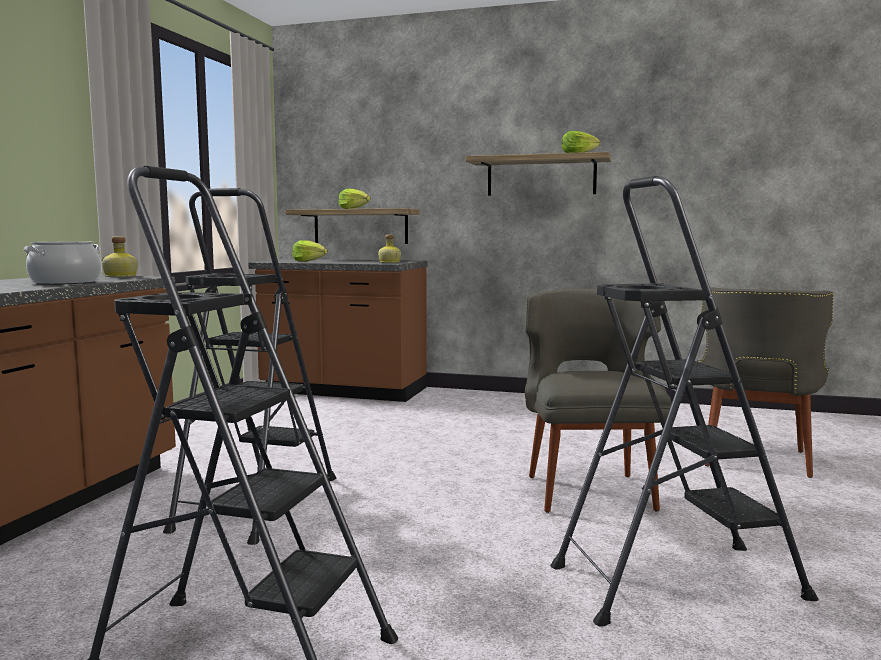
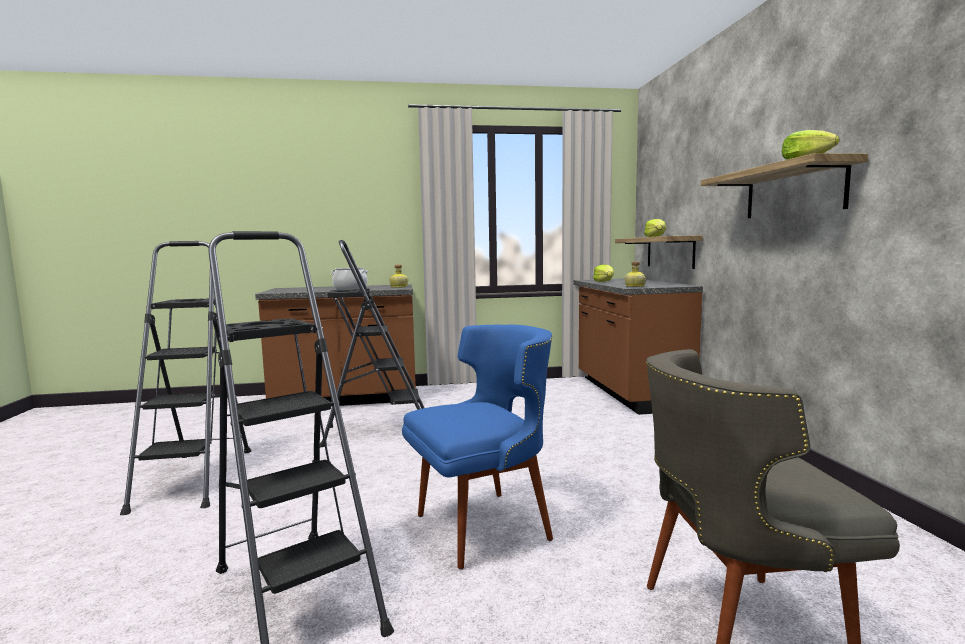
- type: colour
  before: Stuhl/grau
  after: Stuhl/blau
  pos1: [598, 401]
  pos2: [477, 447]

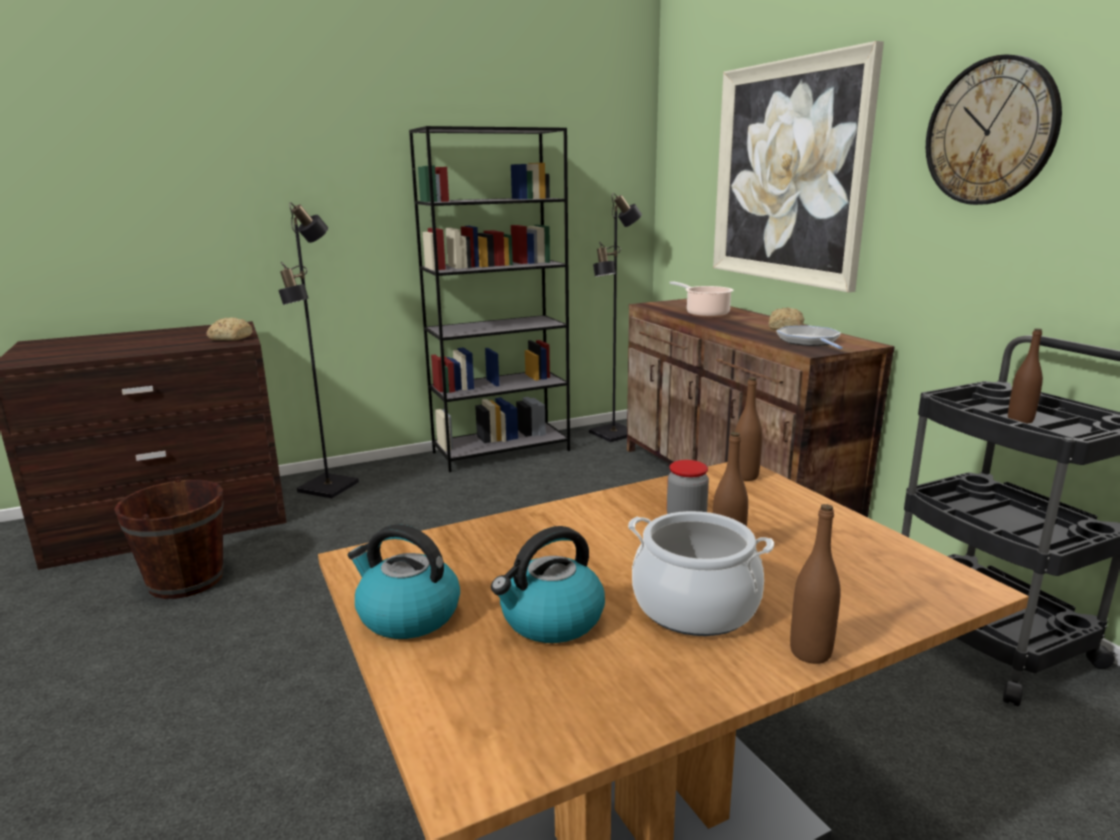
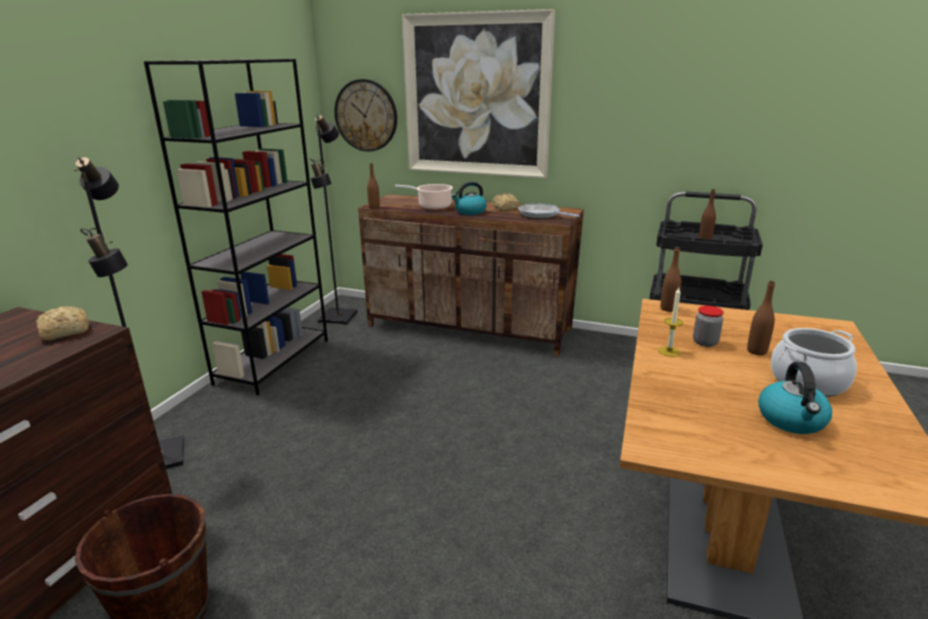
- type: relocated
  before: Wanduhr
  pos1: [994, 129]
  pos2: [365, 115]
- type: relocated
  before: Flasche/braun
  pos1: [815, 584]
  pos2: [373, 186]
- type: relocated
  before: Wasserkessel
  pos1: [404, 581]
  pos2: [469, 198]
- type: appeared
  after: Kerze
  pos2: [671, 322]

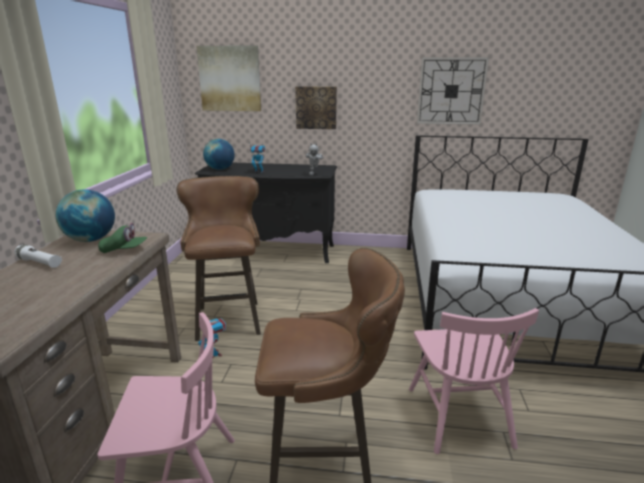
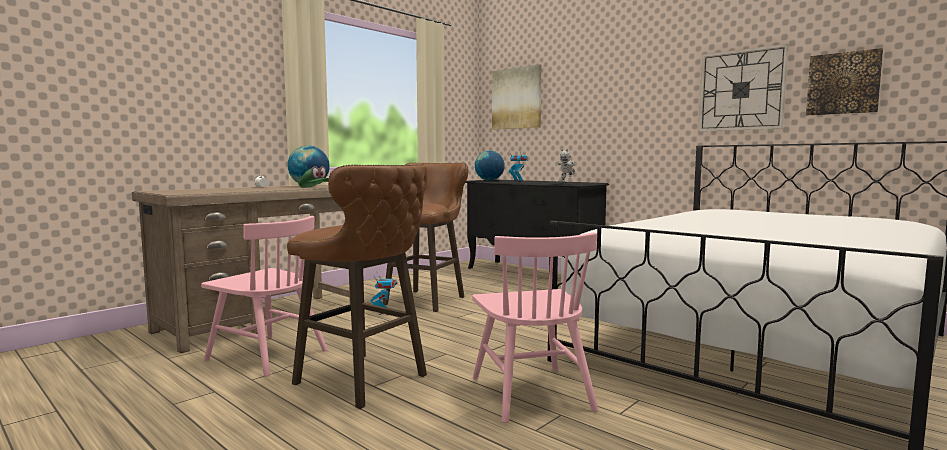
- type: spun
  before: Stuhl/rosa
  pos1: [474, 381]
  pos2: [535, 327]
  turn: -45
- type: relocated
  before: Bild
  pos1: [316, 107]
  pos2: [844, 81]

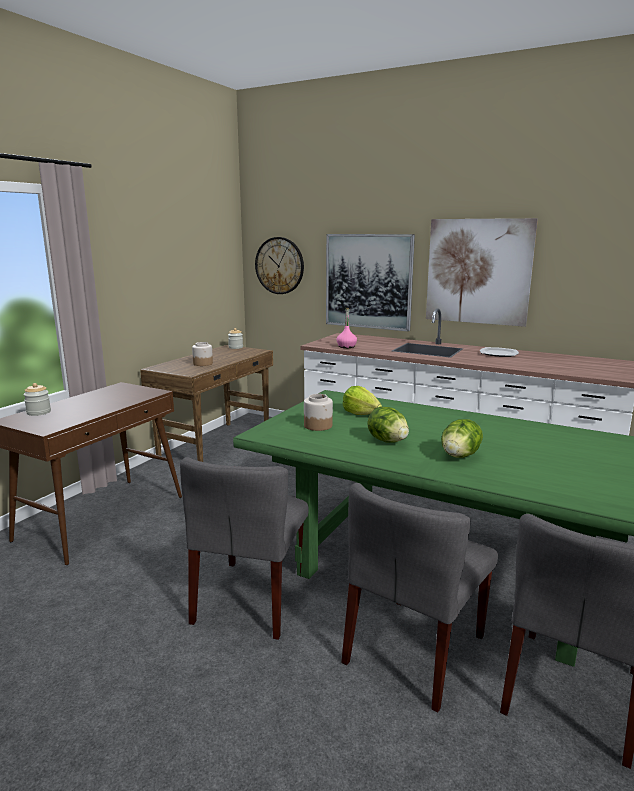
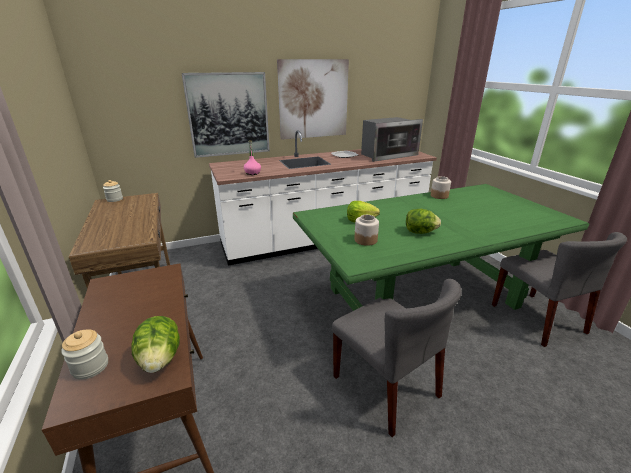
- type: relocated
  before: Salatkopf
  pos1: [462, 438]
  pos2: [156, 344]
- type: appeared
  after: Mikrowelle
  pos2: [392, 139]
- type: relocated
  before: Vorratsglas
  pos1: [202, 354]
  pos2: [441, 187]
- type: missing
  before: Wanduhr
  pos1: [279, 265]
- type: missing
  before: Stuhl/grau
  pos1: [419, 598]

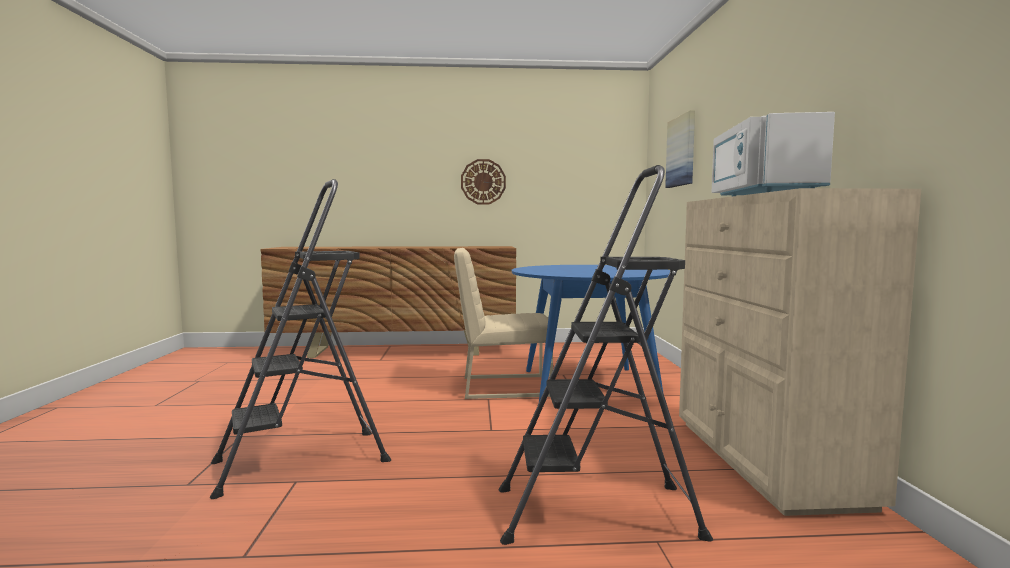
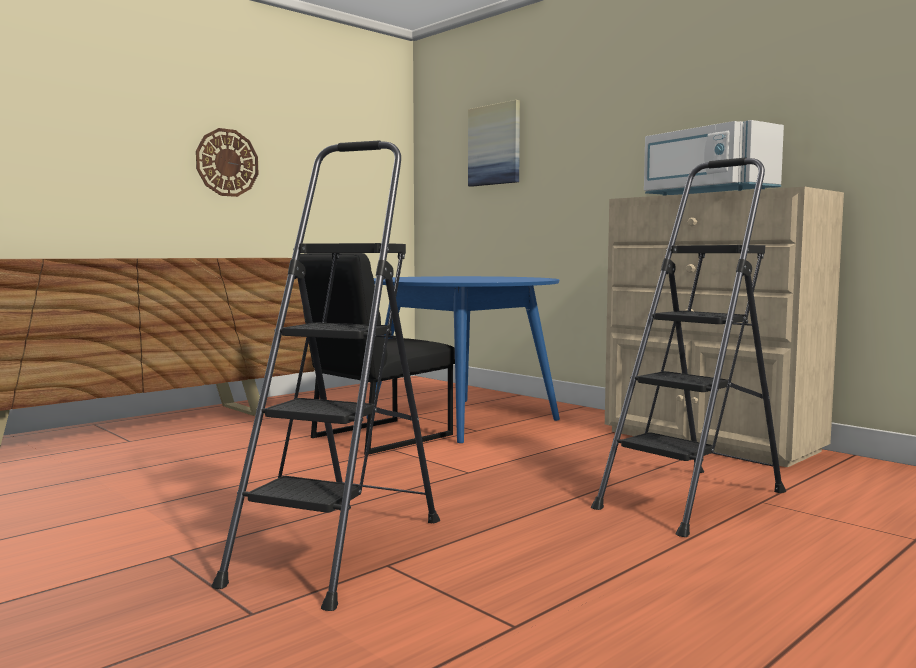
- type: colour
  before: Stuhl/beige
  after: Stuhl/schwarz
  pos1: [503, 323]
  pos2: [377, 354]

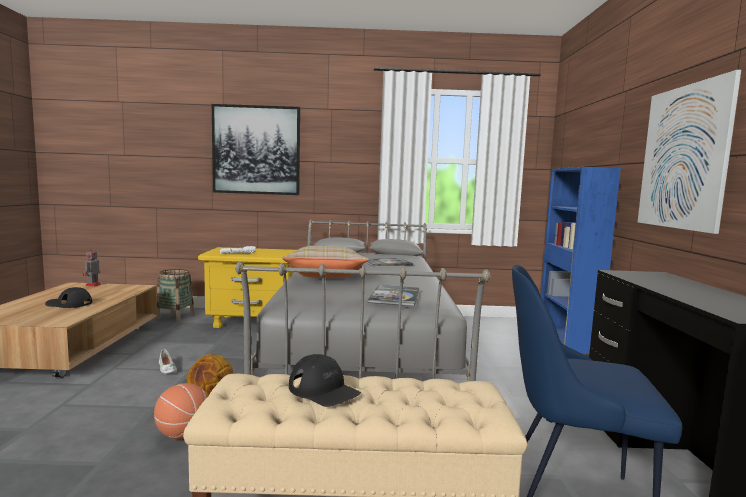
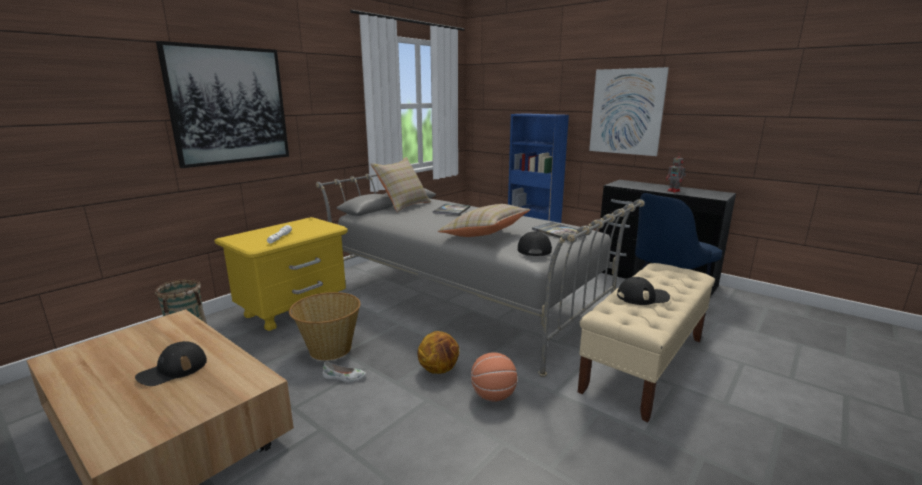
- type: appeared
  after: Korb
  pos2: [325, 326]
- type: appeared
  after: Kissen/beige
  pos2: [400, 184]
- type: appeared
  after: Kappe/schwarz
  pos2: [535, 244]
- type: relocated
  before: Spielzeugroboter
  pos1: [92, 267]
  pos2: [676, 175]

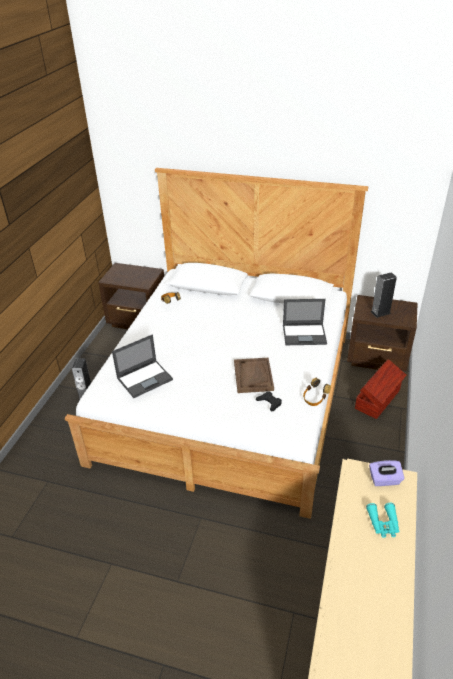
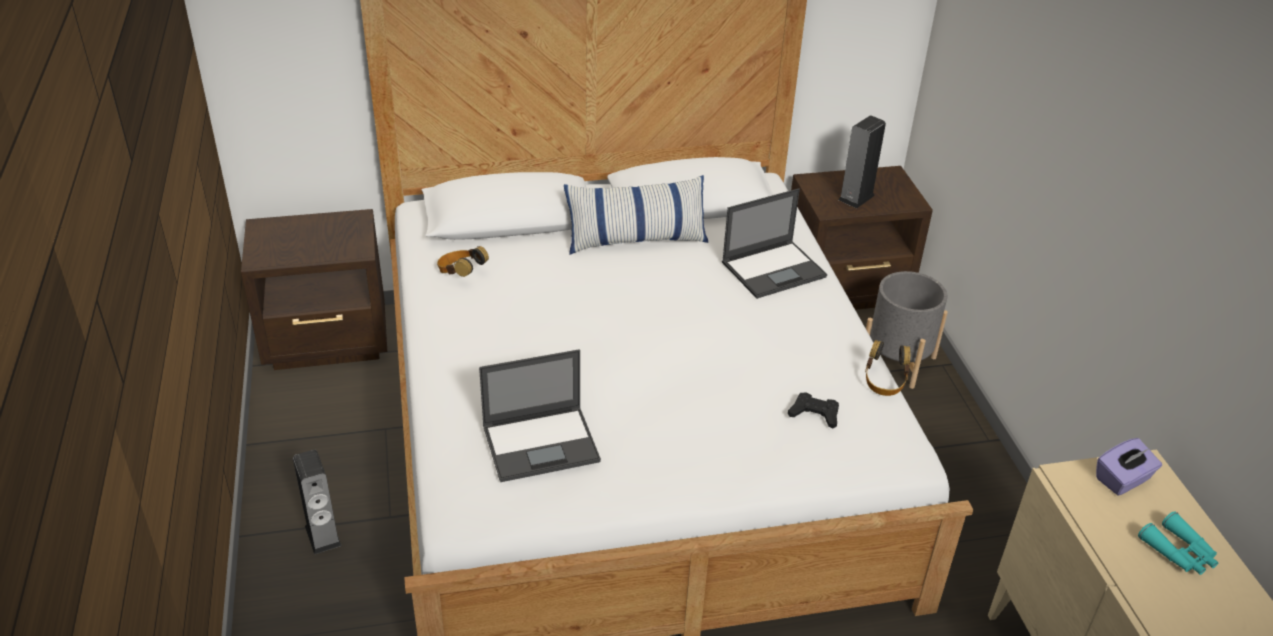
- type: spun
  before: Laptop
  pos1: [142, 366]
  pos2: [540, 415]
  turn: 45
- type: appeared
  after: Kissen
  pos2: [636, 214]
- type: exchanged
  before: Aufbewahrungsbox/braun
  after: Pflanzkübel/grau
  pos1: [380, 389]
  pos2: [907, 330]
- type: missing
  before: Tablett/braun
  pos1: [254, 375]

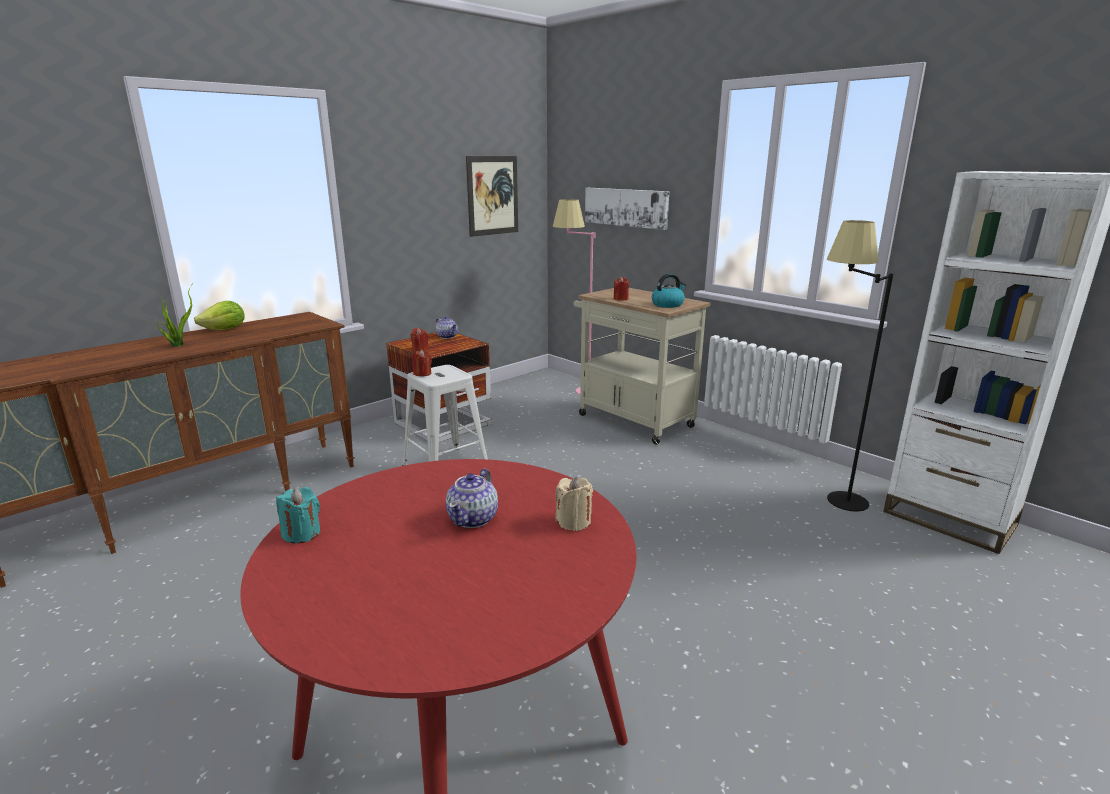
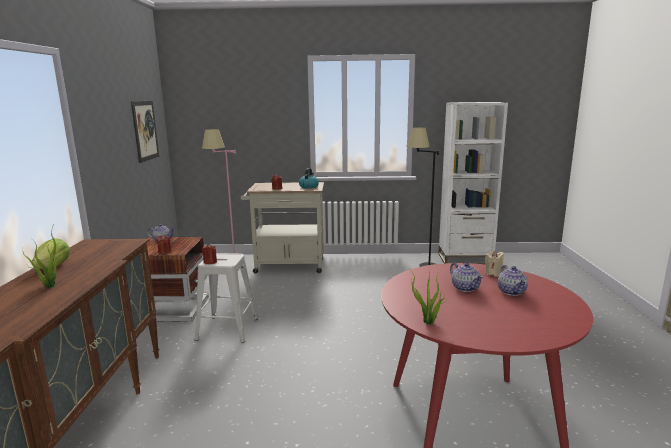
- type: exchanged
  before: Kerze/türkis
  after: Topfpflanze
  pos1: [298, 515]
  pos2: [428, 298]
- type: appeared
  after: Teekanne
  pos2: [513, 280]
- type: missing
  before: Bild
  pos1: [627, 209]

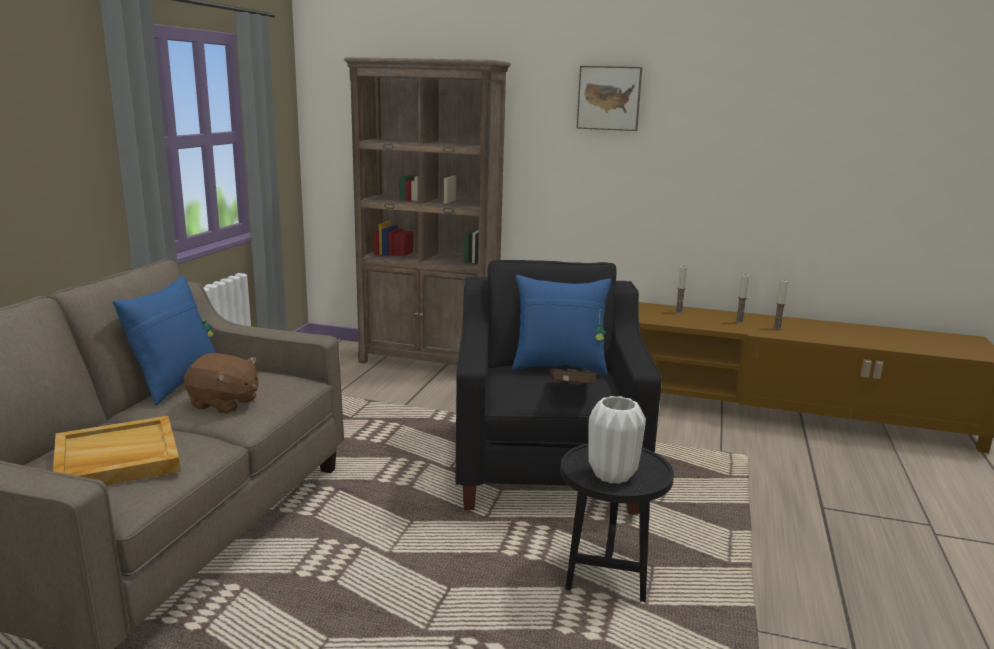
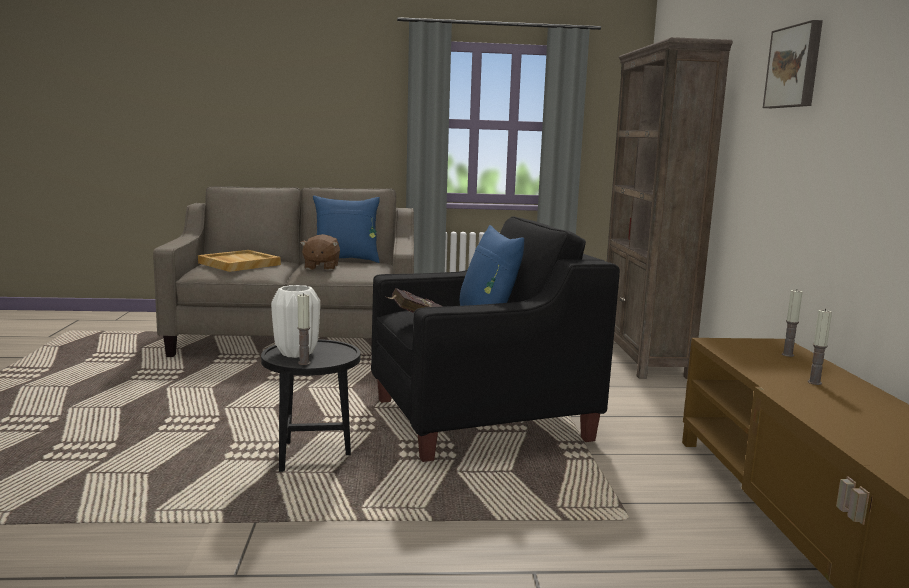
- type: relocated
  before: Kerze
  pos1: [781, 304]
  pos2: [304, 329]

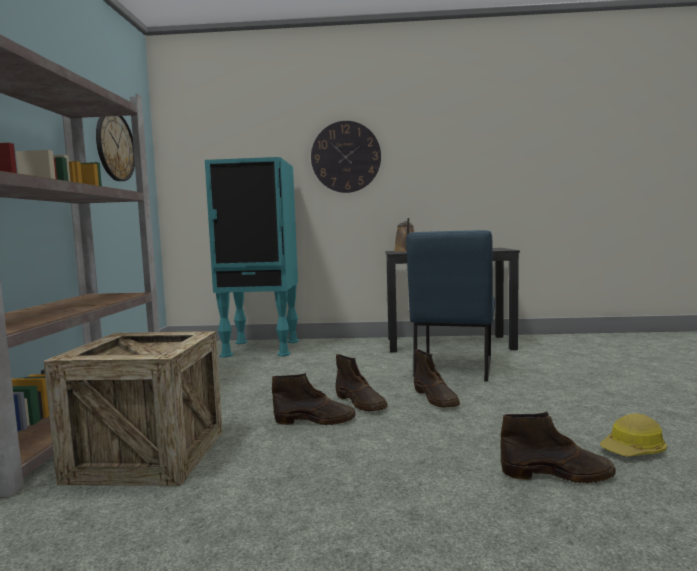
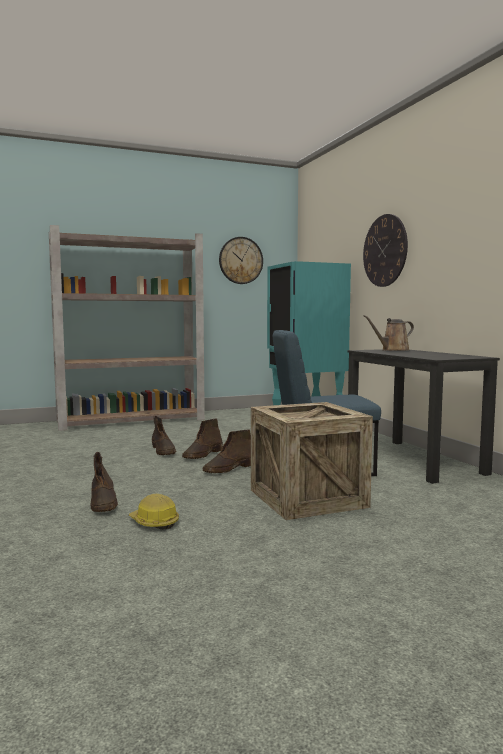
- type: relocated
  before: Kiste
  pos1: [133, 408]
  pos2: [312, 461]

